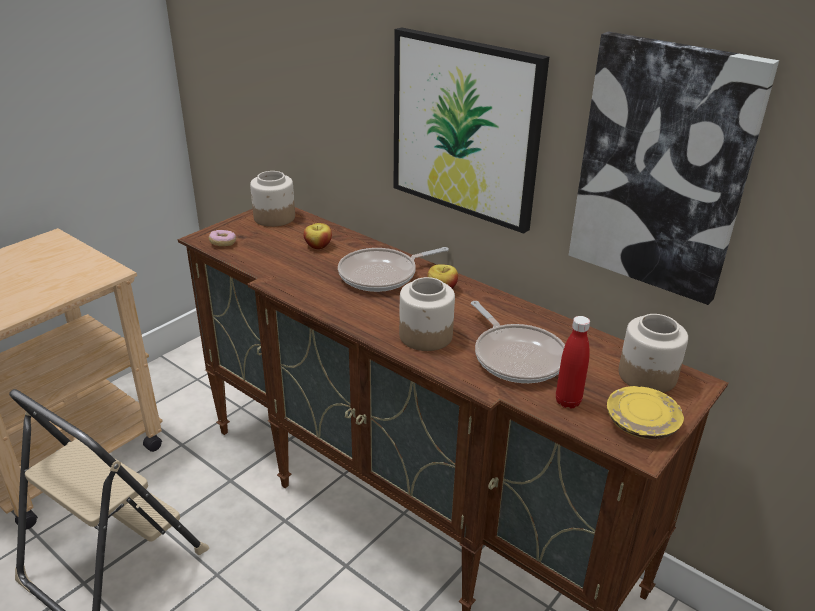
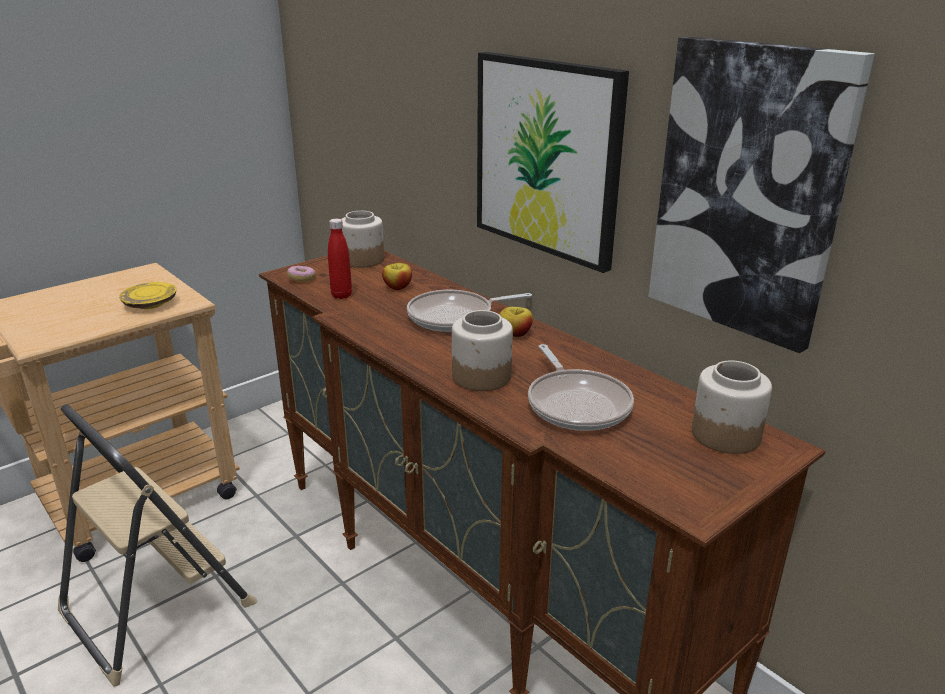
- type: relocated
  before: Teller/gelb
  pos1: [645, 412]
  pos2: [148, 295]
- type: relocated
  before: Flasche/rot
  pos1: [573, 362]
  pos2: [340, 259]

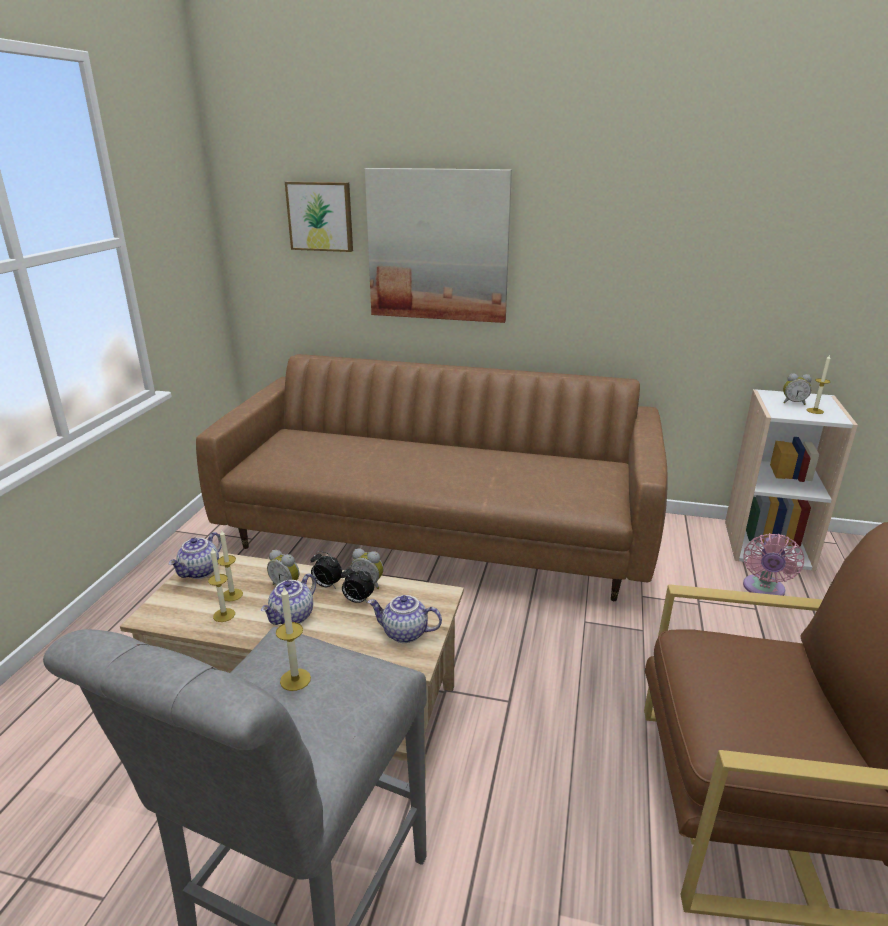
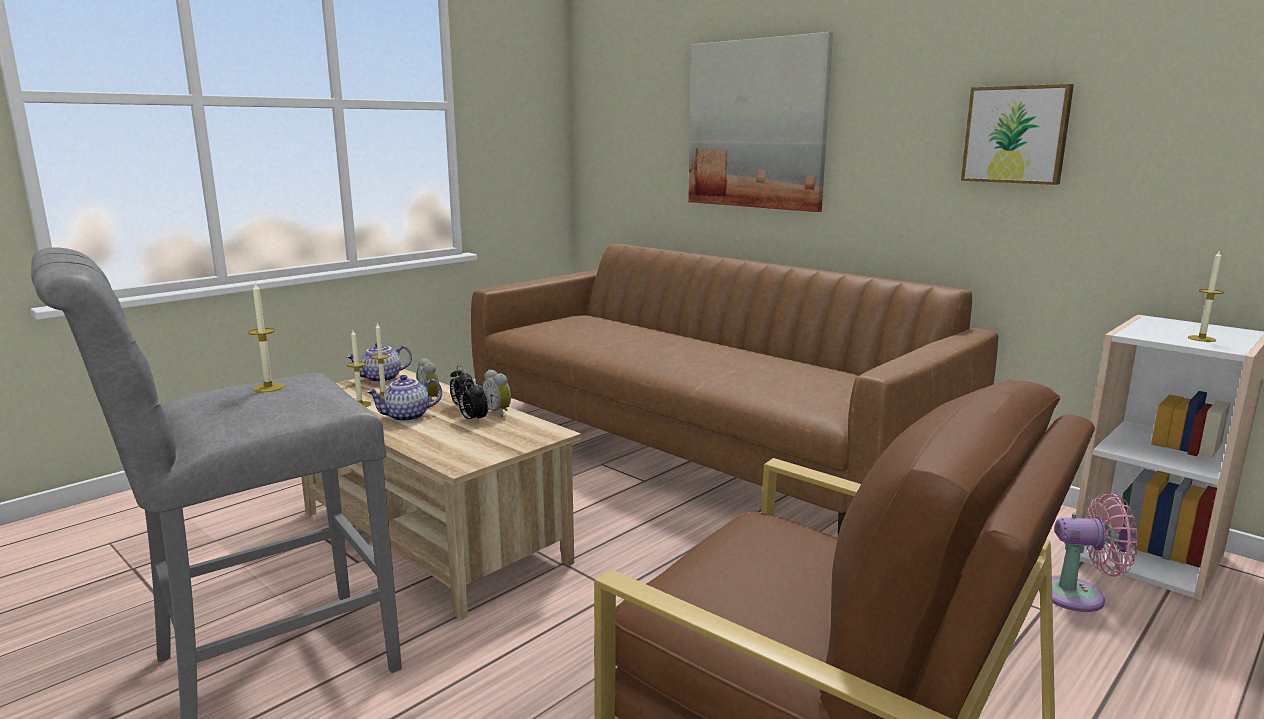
- type: relocated
  before: Bild
  pos1: [319, 216]
  pos2: [1017, 134]
- type: spun
  before: Ventilator/rosa
  pos1: [773, 564]
  pos2: [1088, 552]
  turn: -135
- type: missing
  before: Teekanne
  pos1: [405, 619]
- type: missing
  before: Wecker
  pos1: [797, 389]

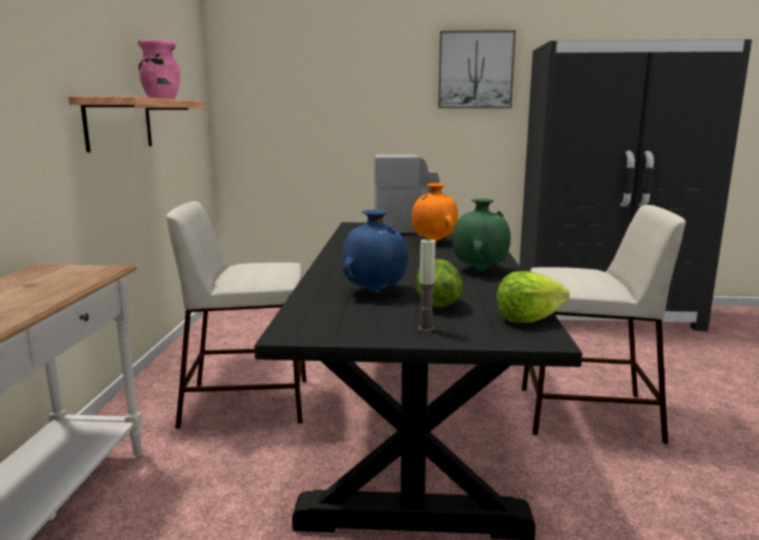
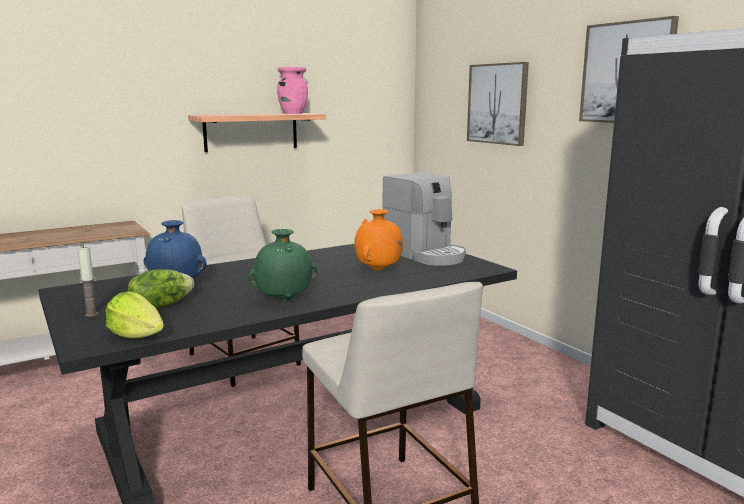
- type: appeared
  after: Bild
  pos2: [498, 104]

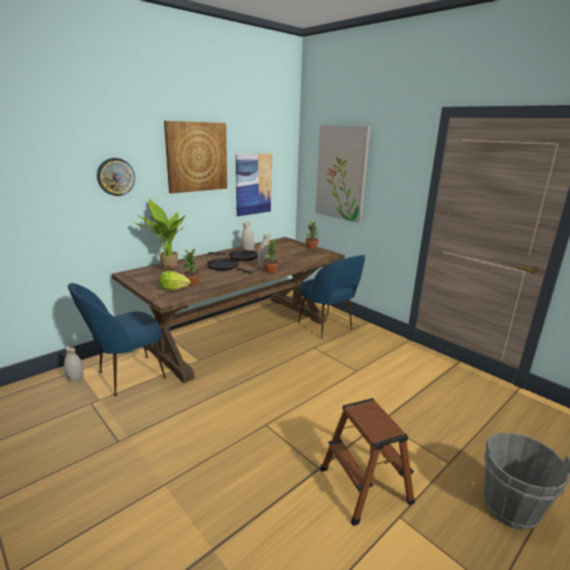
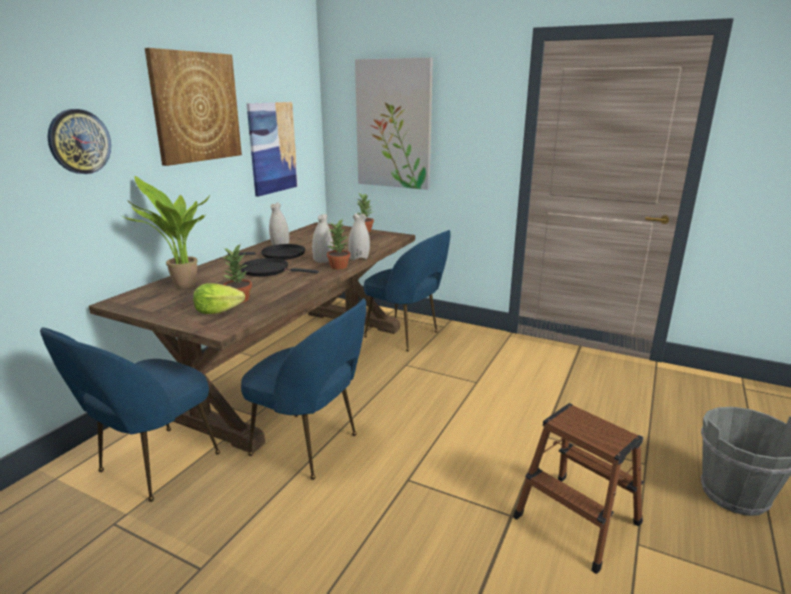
- type: appeared
  after: Stuhl/blau
  pos2: [303, 389]
- type: relocated
  before: Vase/weiß
  pos1: [73, 364]
  pos2: [359, 236]

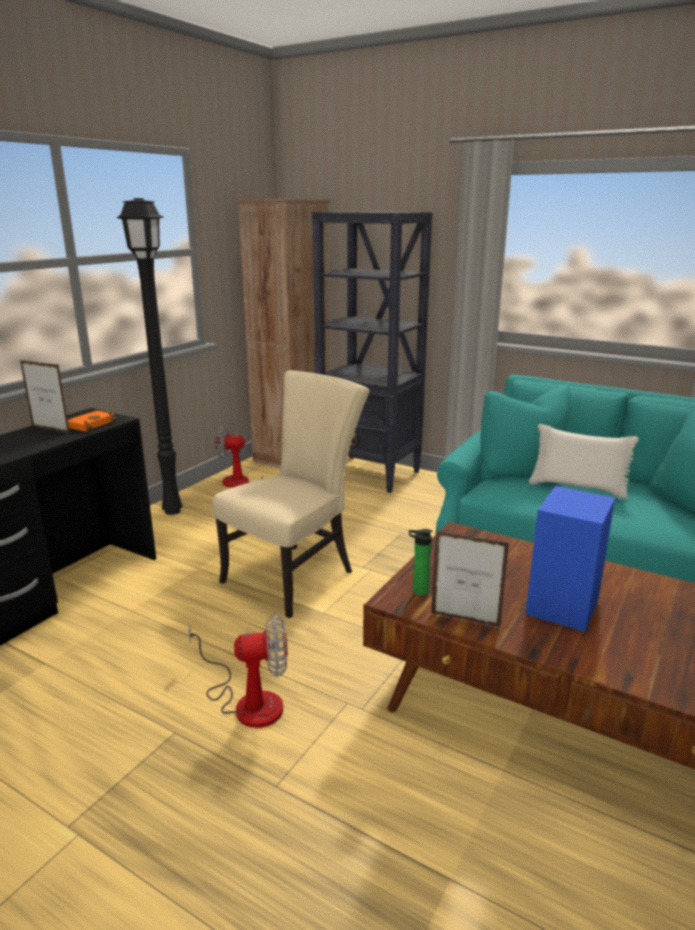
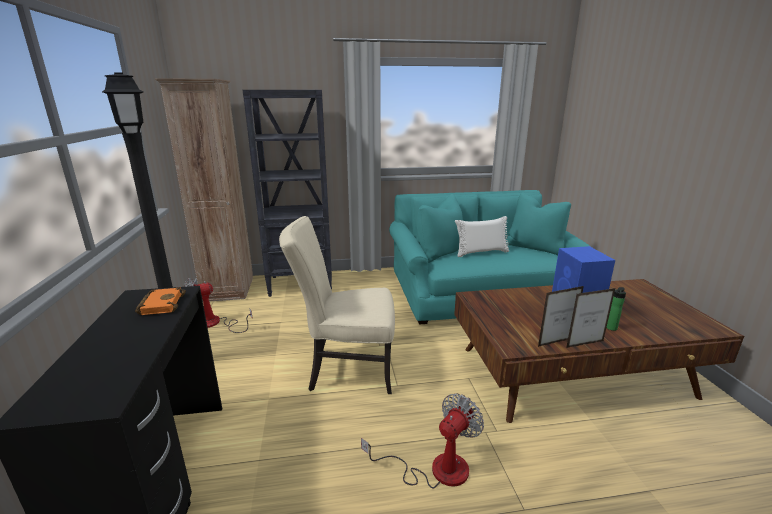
- type: spun
  before: Stuhl/beige
  pos1: [291, 494]
  pos2: [337, 305]
  turn: -90
- type: relocated
  before: Bilderrahmen
  pos1: [45, 396]
  pos2: [590, 318]
- type: relocated
  before: Flasche
  pos1: [420, 562]
  pos2: [616, 309]

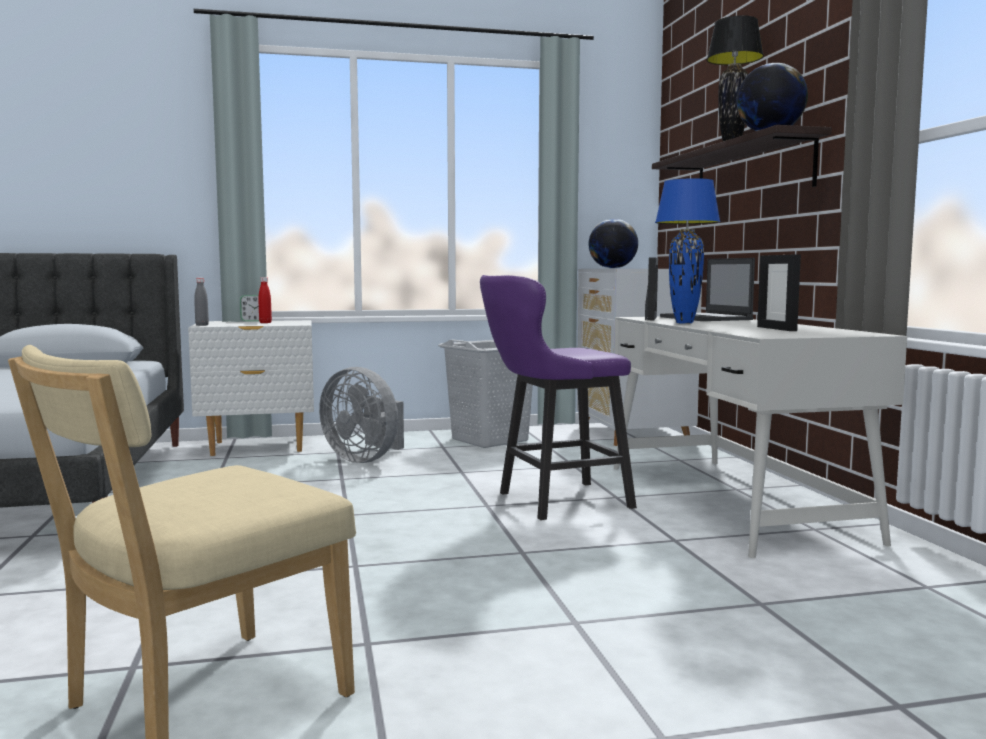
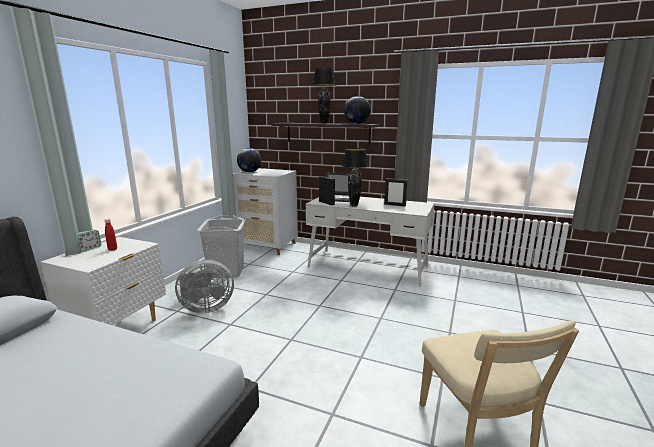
- type: colour
  before: Tischlampe/blau
  after: Tischlampe/schwarz
  pos1: [688, 251]
  pos2: [355, 177]
- type: missing
  before: Flasche/grau
  pos1: [201, 302]
- type: missing
  before: Hocker/lila
  pos1: [558, 397]

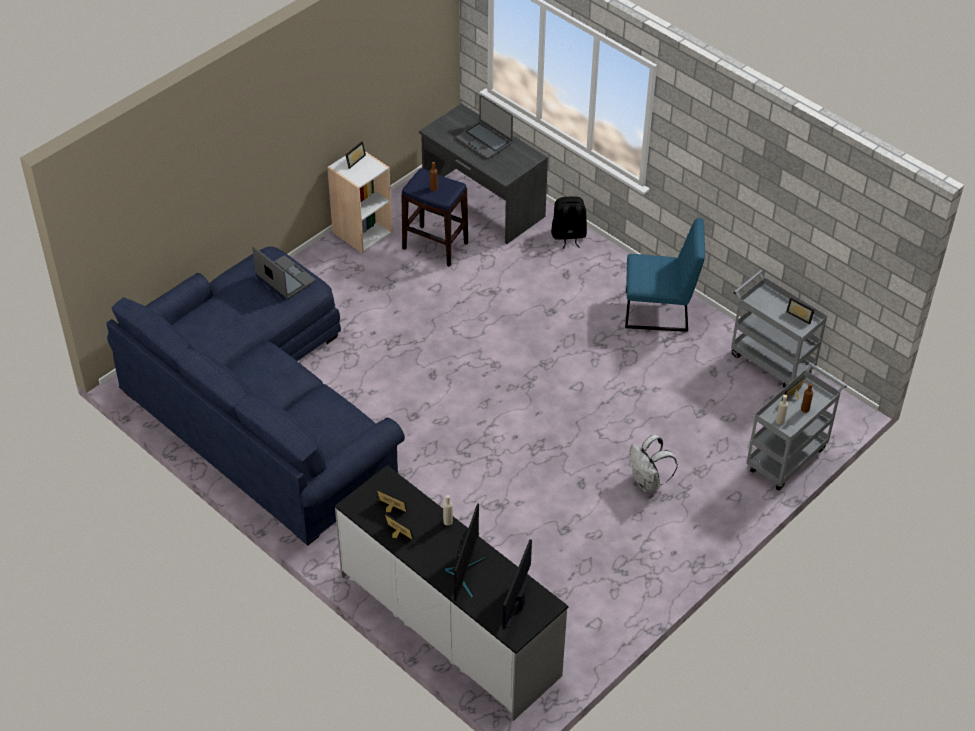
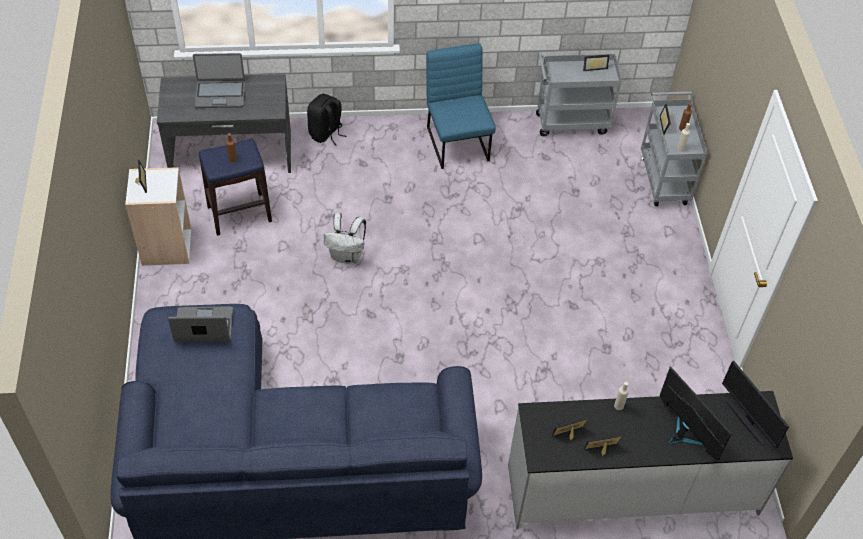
- type: relocated
  before: Rucksack/weiß
  pos1: [653, 463]
  pos2: [345, 238]
- type: spun
  before: Stuhl/blau
  pos1: [665, 275]
  pos2: [461, 106]
  turn: -60

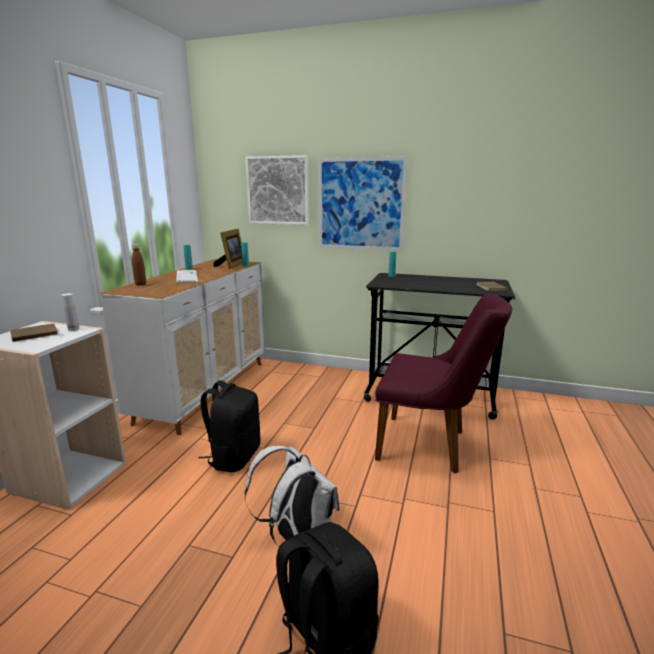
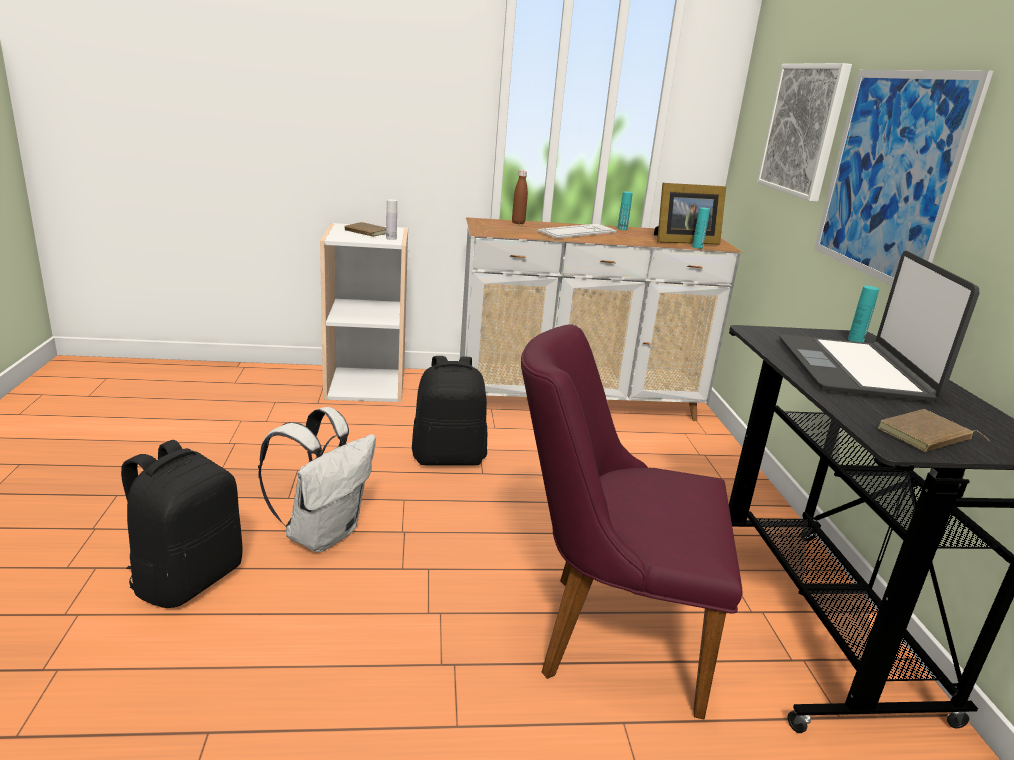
- type: spun
  before: Stuhl/lila
  pos1: [443, 383]
  pos2: [631, 522]
  turn: 105
- type: appeared
  after: Laptop
  pos2: [879, 326]

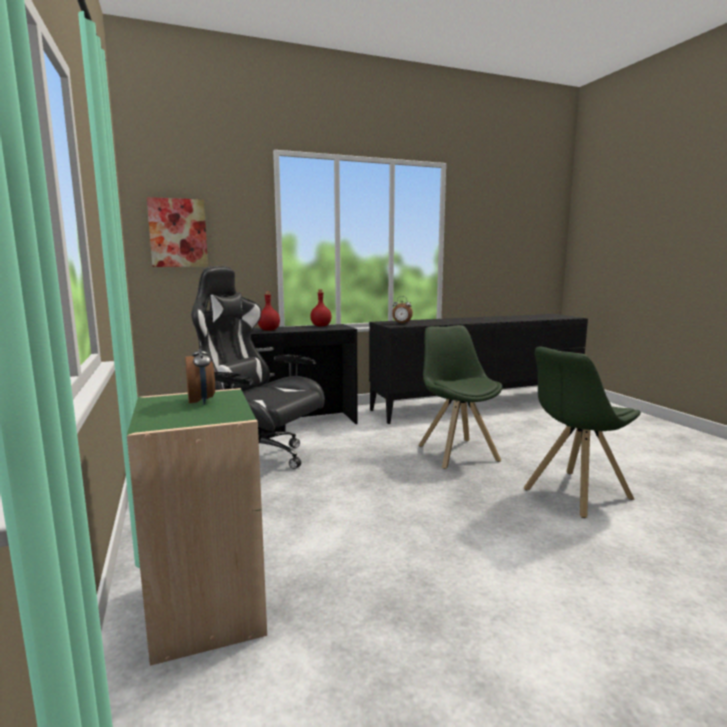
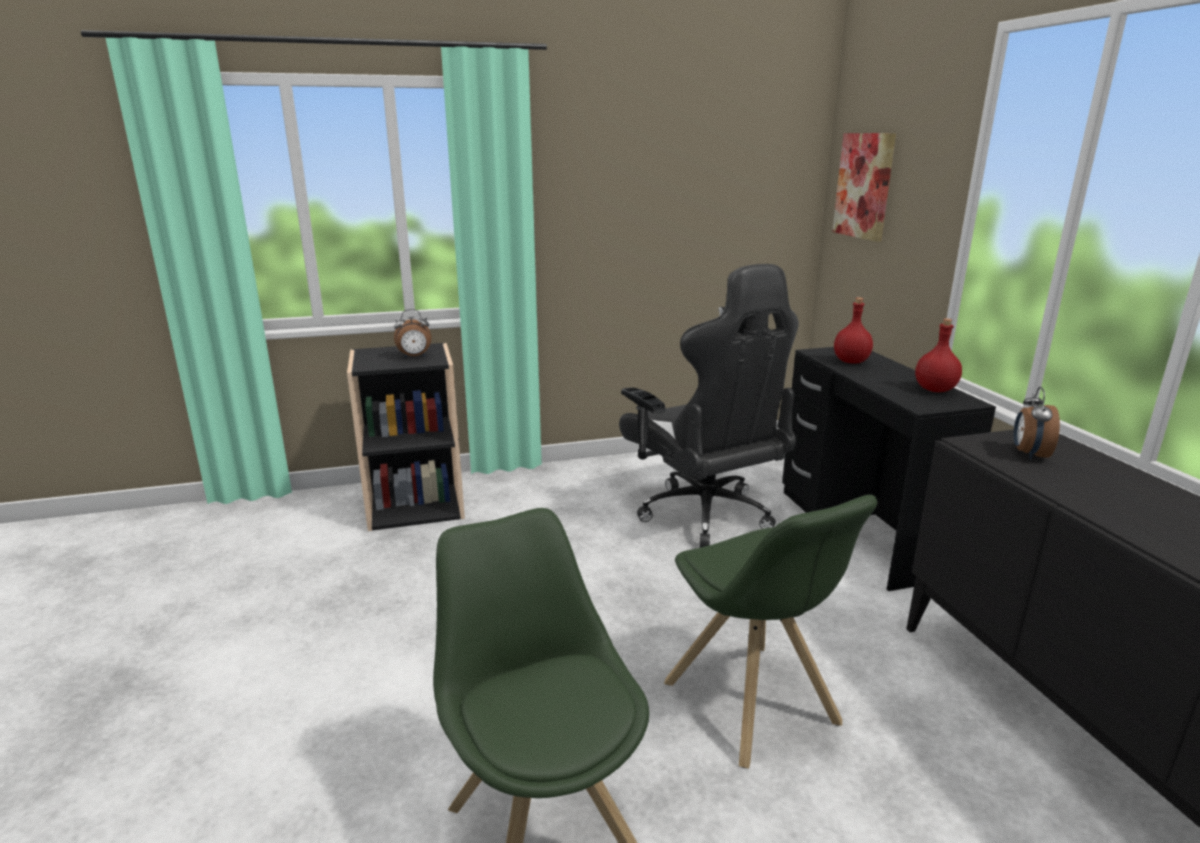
- type: colour
  before: Bücherregal/grün
  after: Bücherregal/schwarz
  pos1: [197, 527]
  pos2: [406, 437]
- type: spun
  before: Bürostuhl/schwarz
  pos1: [258, 367]
  pos2: [709, 406]
  turn: 120
- type: spun
  before: Stuhl/grün
  pos1: [460, 397]
  pos2: [770, 632]
  turn: 75

